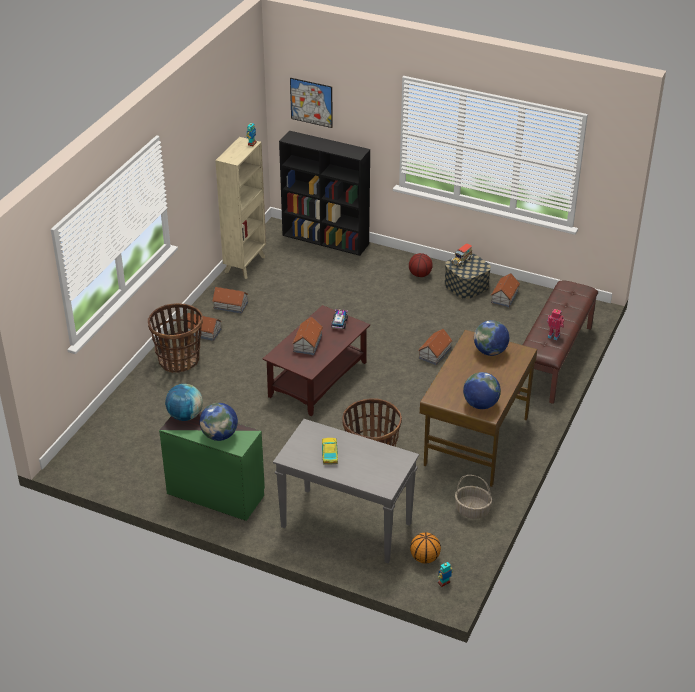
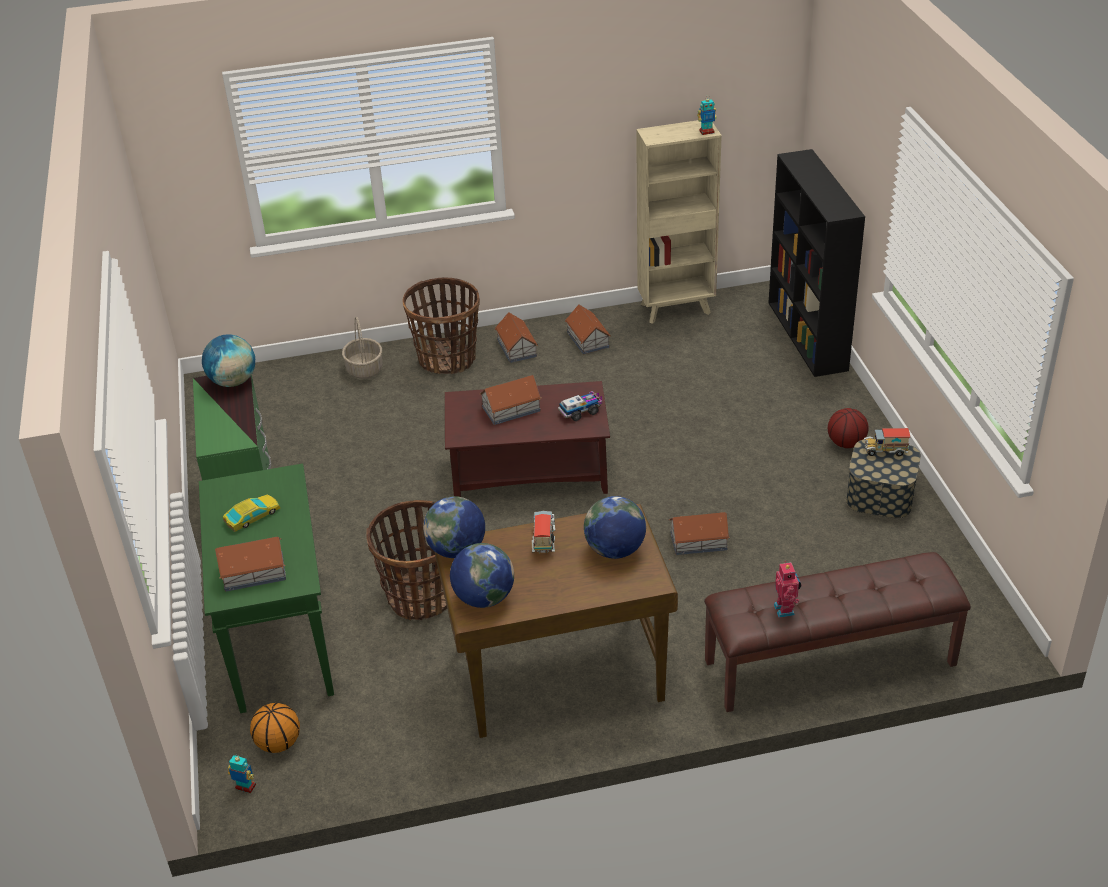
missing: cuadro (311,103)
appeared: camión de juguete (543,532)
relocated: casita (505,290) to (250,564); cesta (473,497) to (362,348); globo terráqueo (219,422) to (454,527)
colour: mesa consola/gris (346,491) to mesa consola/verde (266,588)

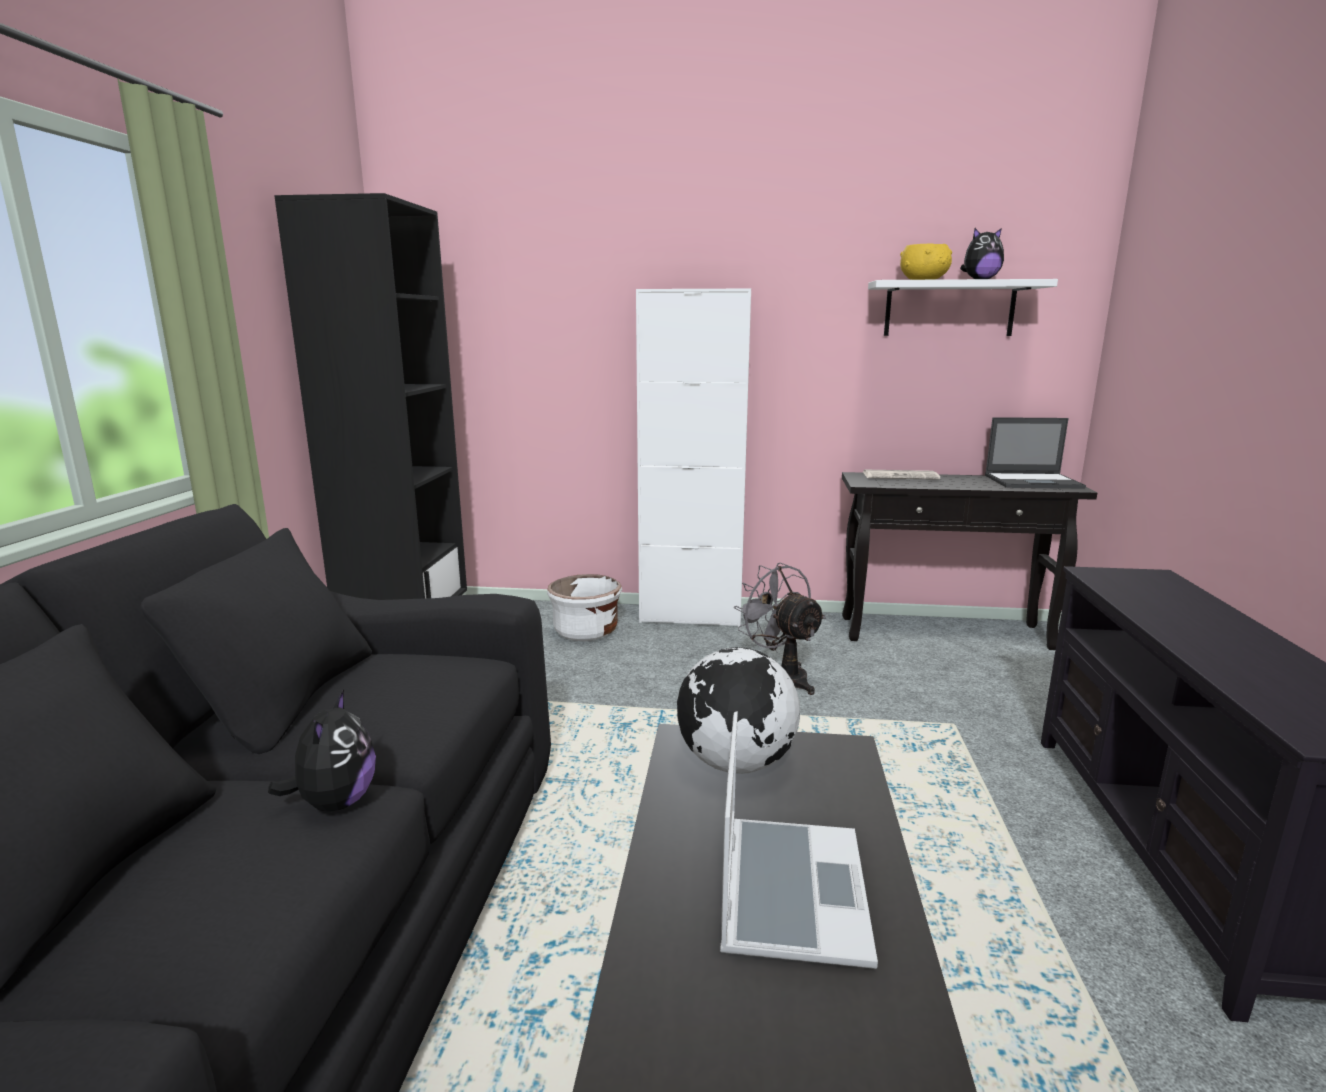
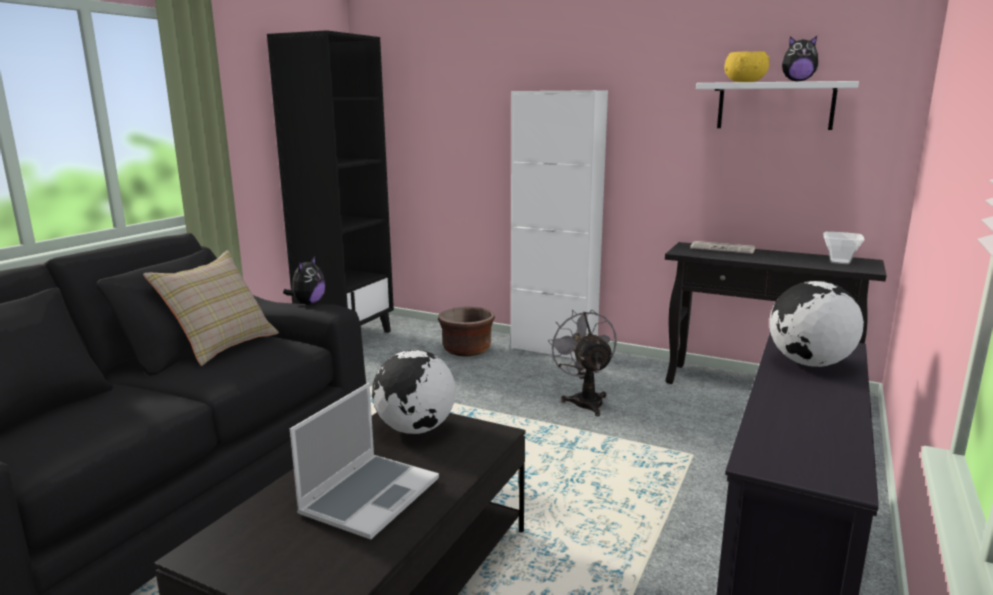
appeared: cojín/beis (211,308); globo terráqueo (817,324)
relocated: peluche (322,750) to (304,281)
exchanged: portátil (1035,453) to cuenco (844,248)
colour: maceta/blanco (584,607) to maceta/marrón (466,331)

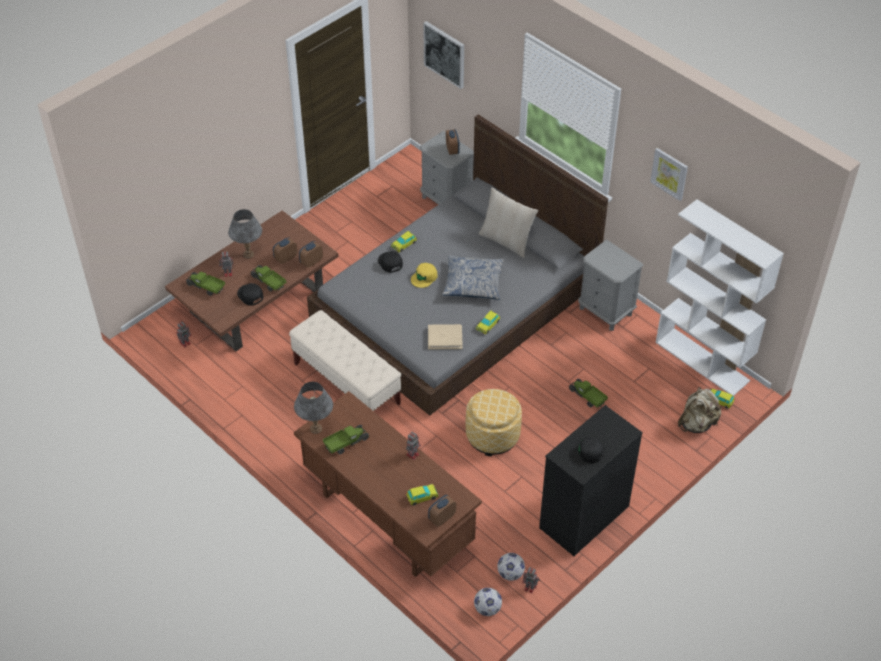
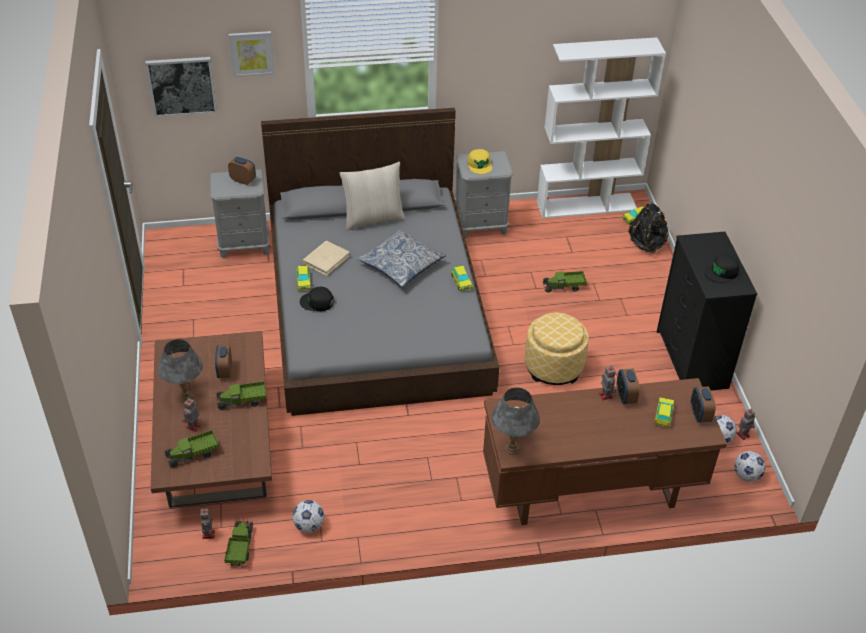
missing: gorra/negro (250,294); banco/beis (345,360)
appeared: balón de fútbol (308,516)
relocated: camión de juguete (346,439) to (238,543); cuadro (669,174) to (252,54); libro/beis (445,336) to (326,258); gorra/amarillo (424,275) to (479,161); despertador (311,254) to (628,386)
colour: mochila/beis (699,410) to mochila/negro (648,228)

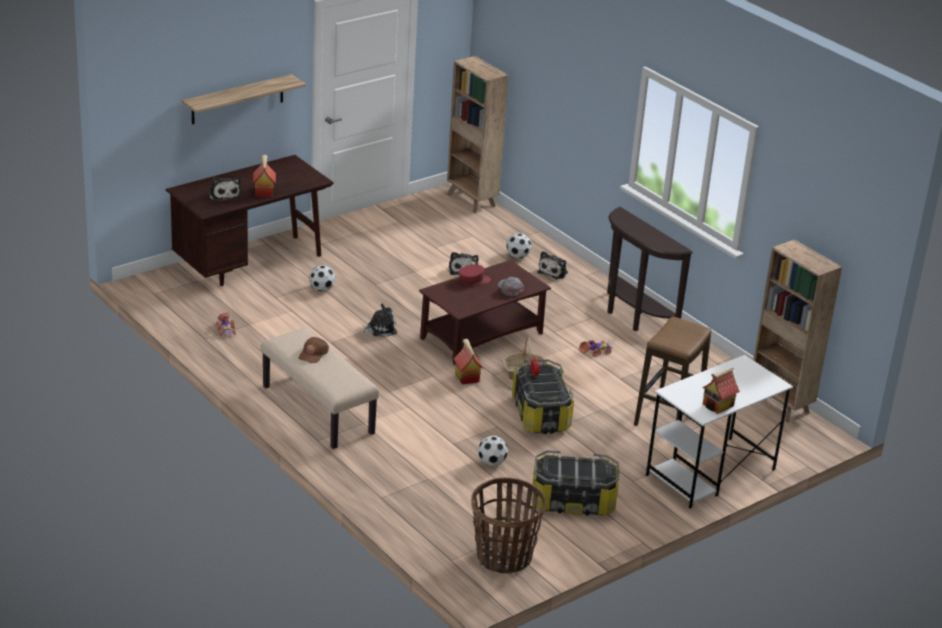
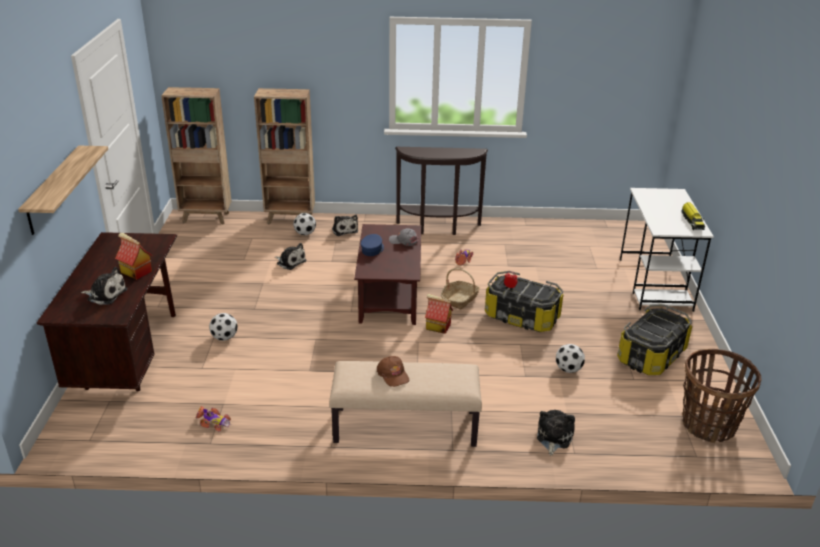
missing: taburete (673,371)
relocated: estantería/marrón (797,331) to (284,156); peluche (378,320) to (556,433)
exchanged: casita (721,391) to camión de juguete (693,216)
colour: gorra/rojo (475,275) to gorra/azul (372,245)

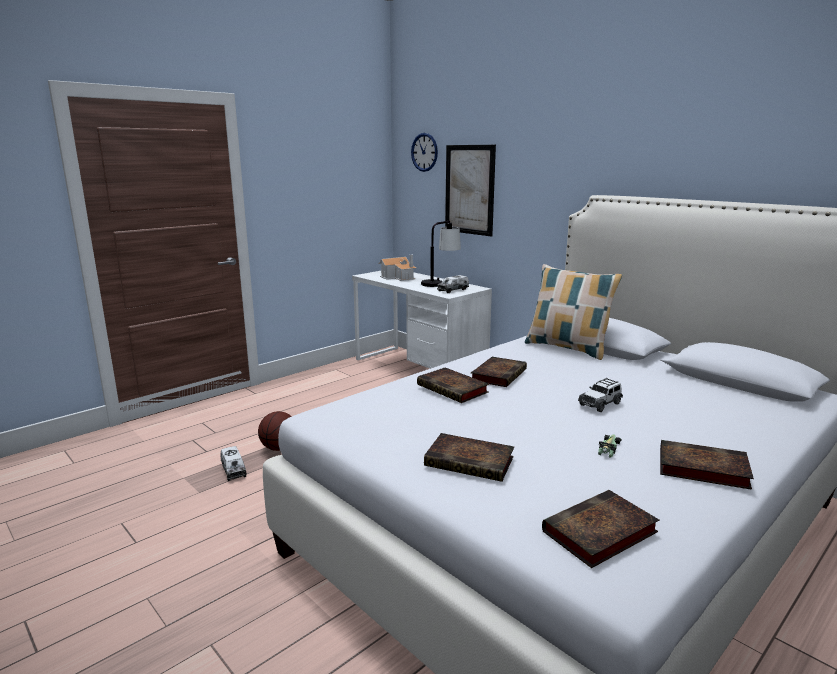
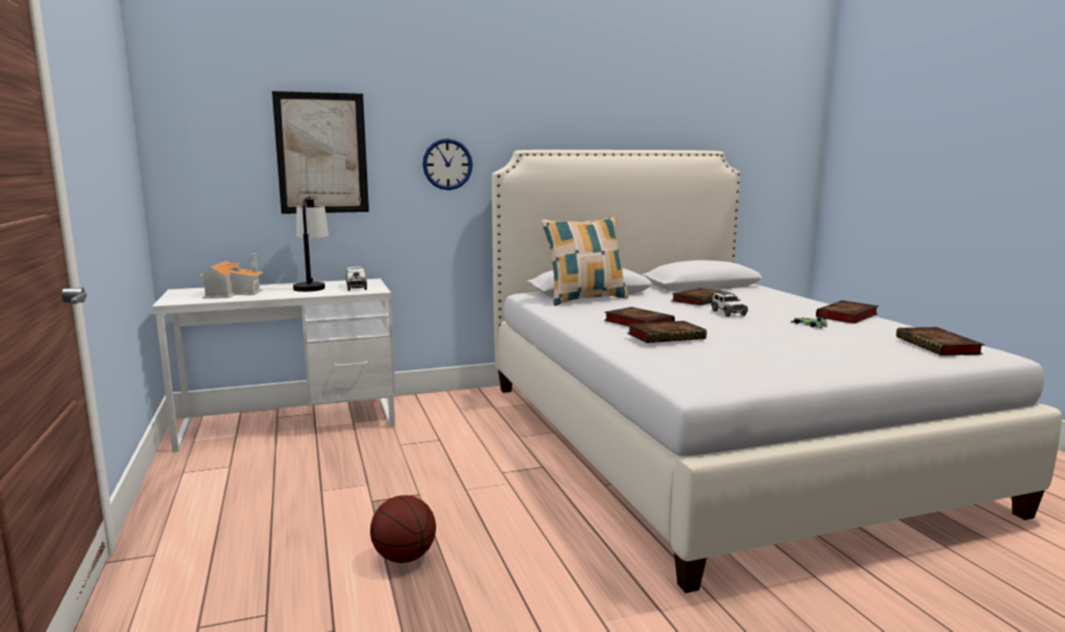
missing: camión de juguete (233,463)
relocated: reloj de pared (424,152) to (448,164); libro (469,457) to (698,297)

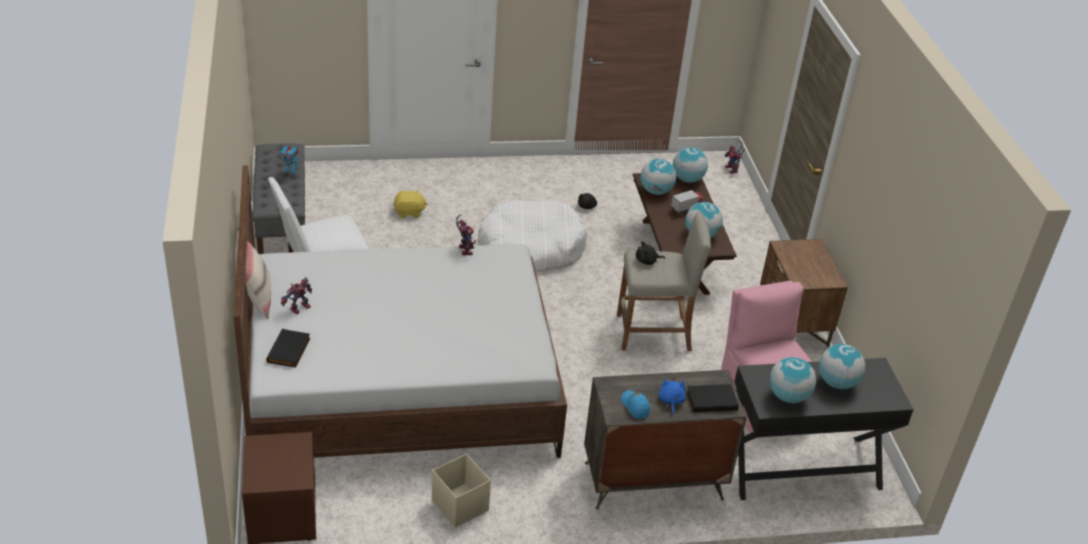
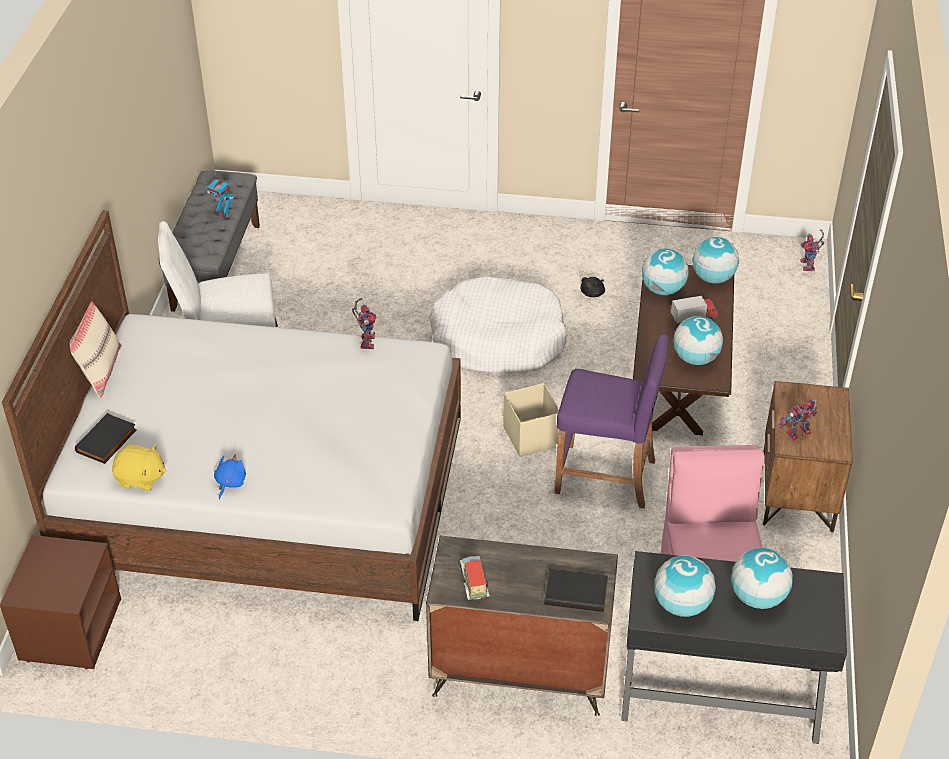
missing: peluche/negro (650,253)
relocated: peluche/amarillo (410,203) to (139,468); peluche/azul (672,396) to (230,477); caja de almacenaje/beis (461,491) to (531,420); robot de juguete (296,295) to (797,419)
exchanged: gorra/azul (635,404) to camión de juguete (474,578)
colour: taburete/beis (664,281) to taburete/morado (611,421)

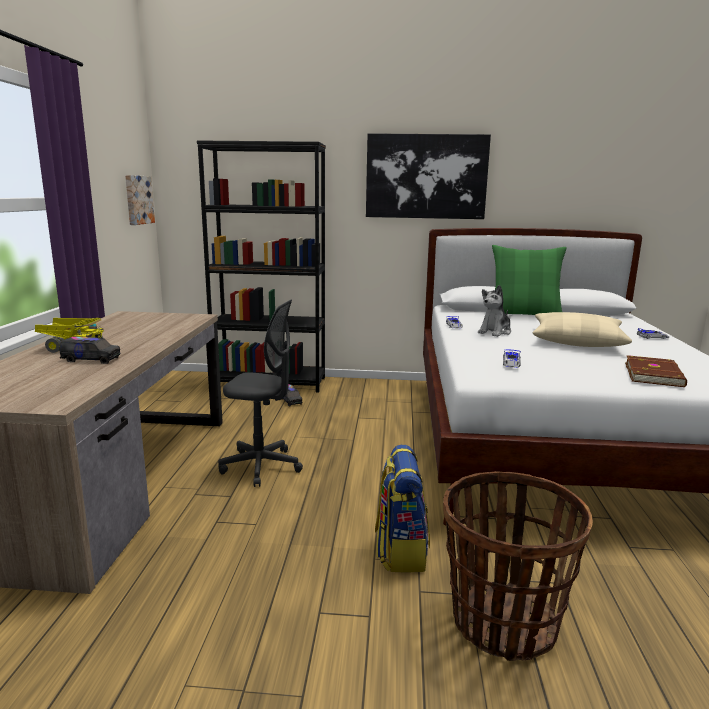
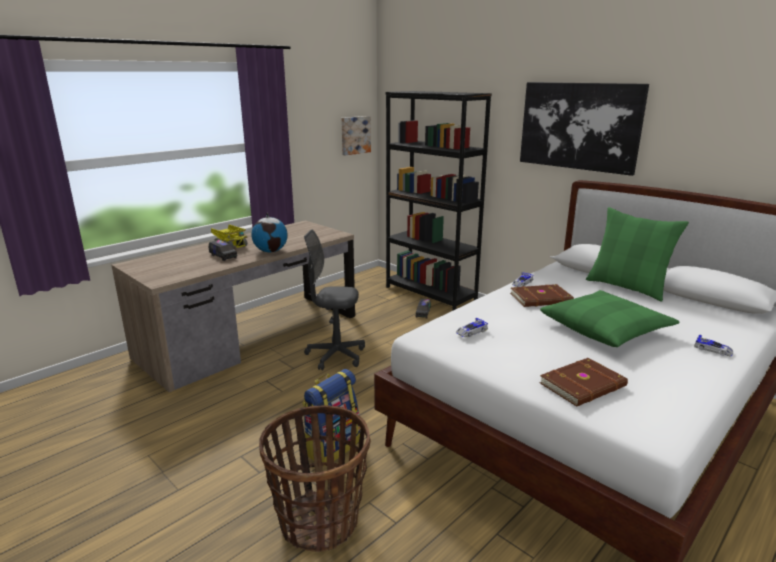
appeared: globo terráqueo (269,232)
exchanged: peluche (494,311) to libro/marrón (542,295)
colour: cojín/beis (582,329) to cojín/verde (609,318)
spun: silla de oficina/gris (260,393) = (334,300) 135 degrees clockwise

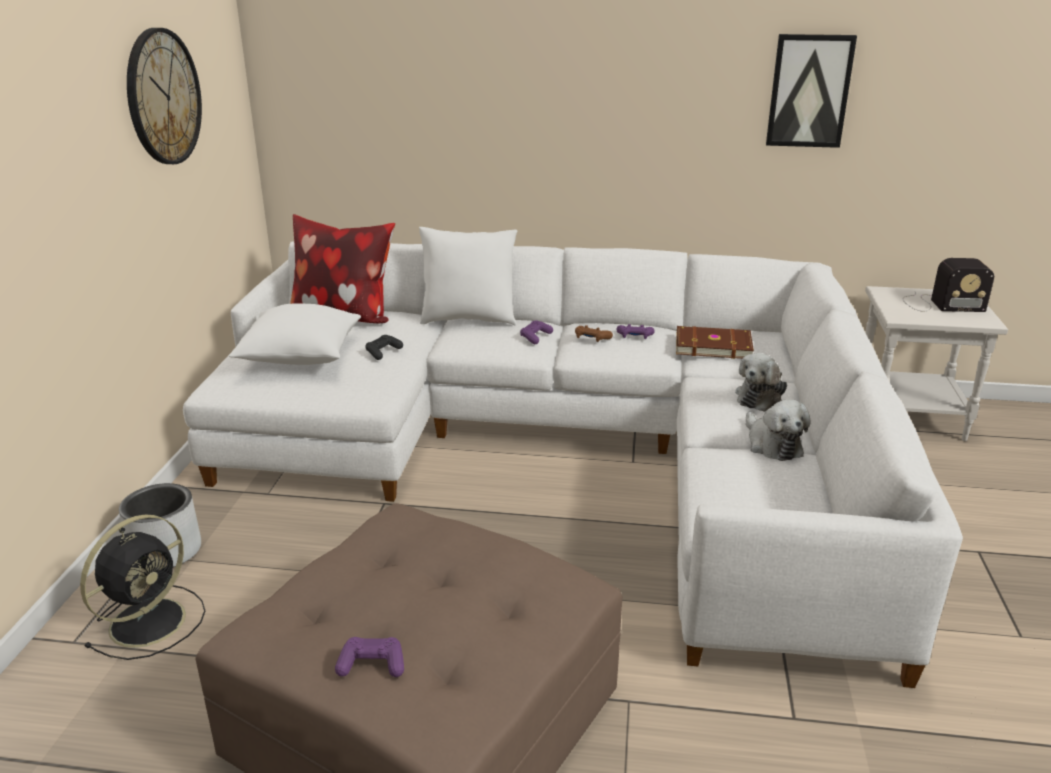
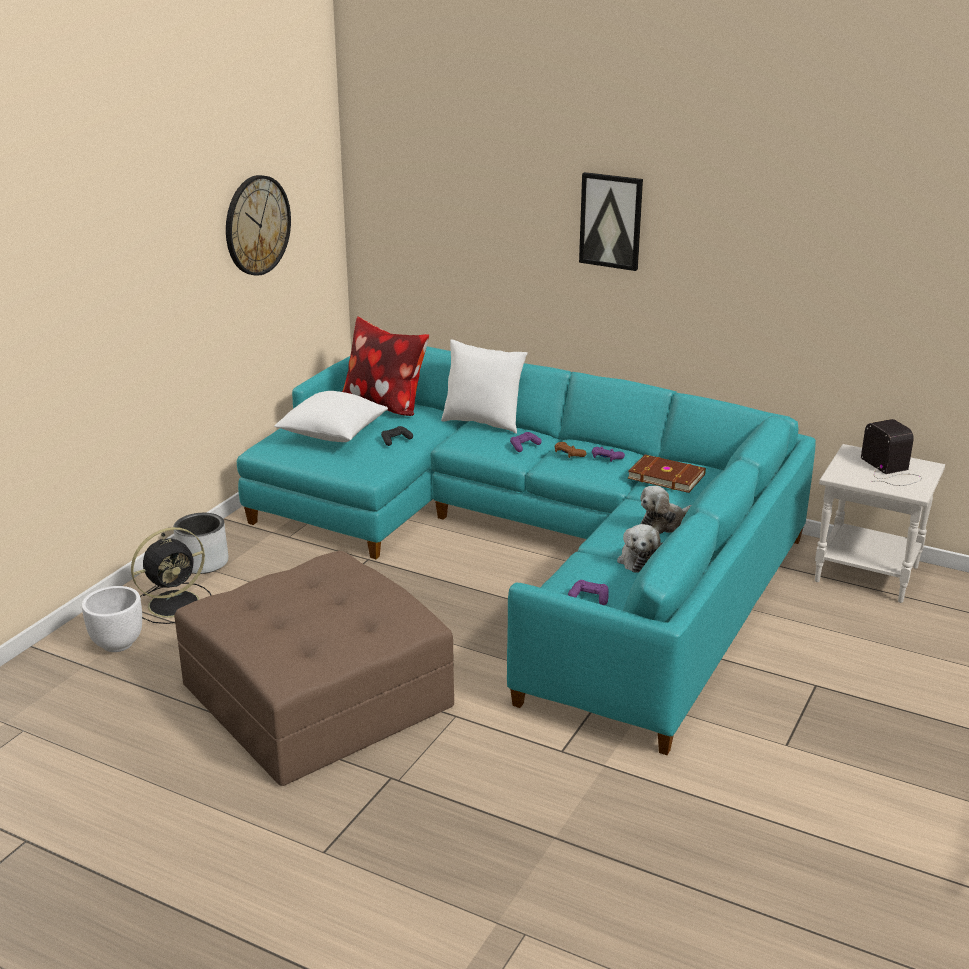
appeared: maceta/blanco (112,619)
relocated: mando de consola/morado (369,657) to (588,592); cuadro (811,91) to (611,221)
colour: sofá/blanco (573,464) to sofá/turquesa (526,550)
spun: radio (948,285) = (891,452) 135 degrees counterclockwise

